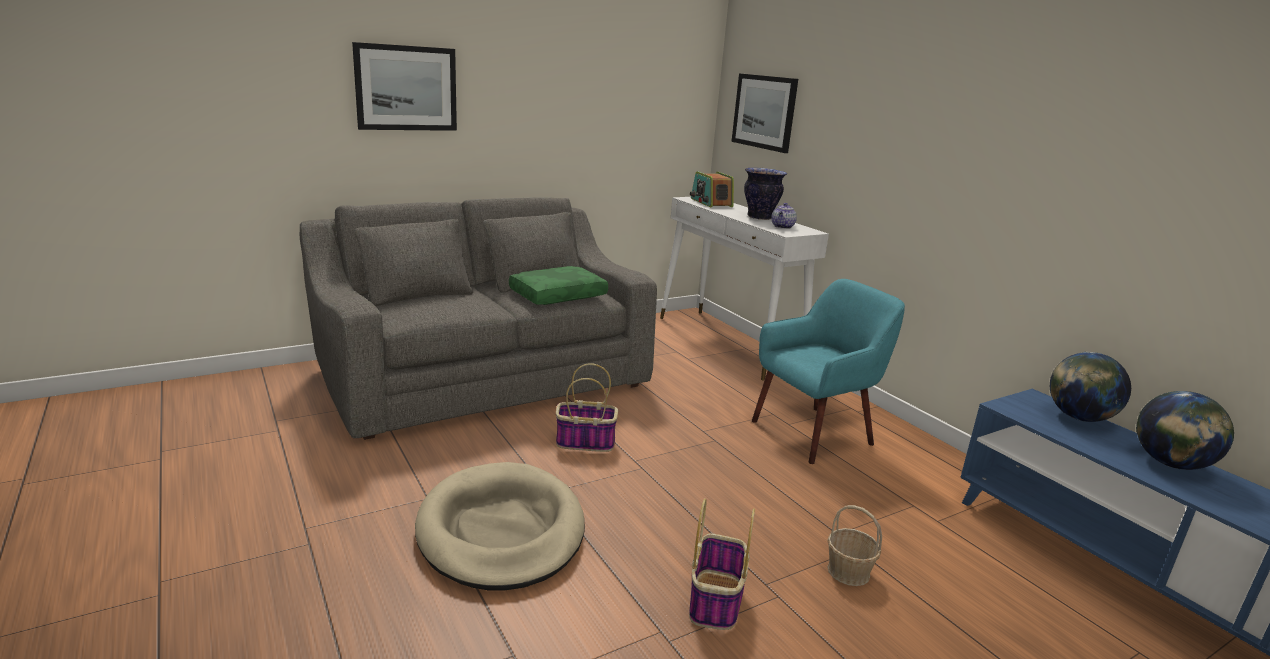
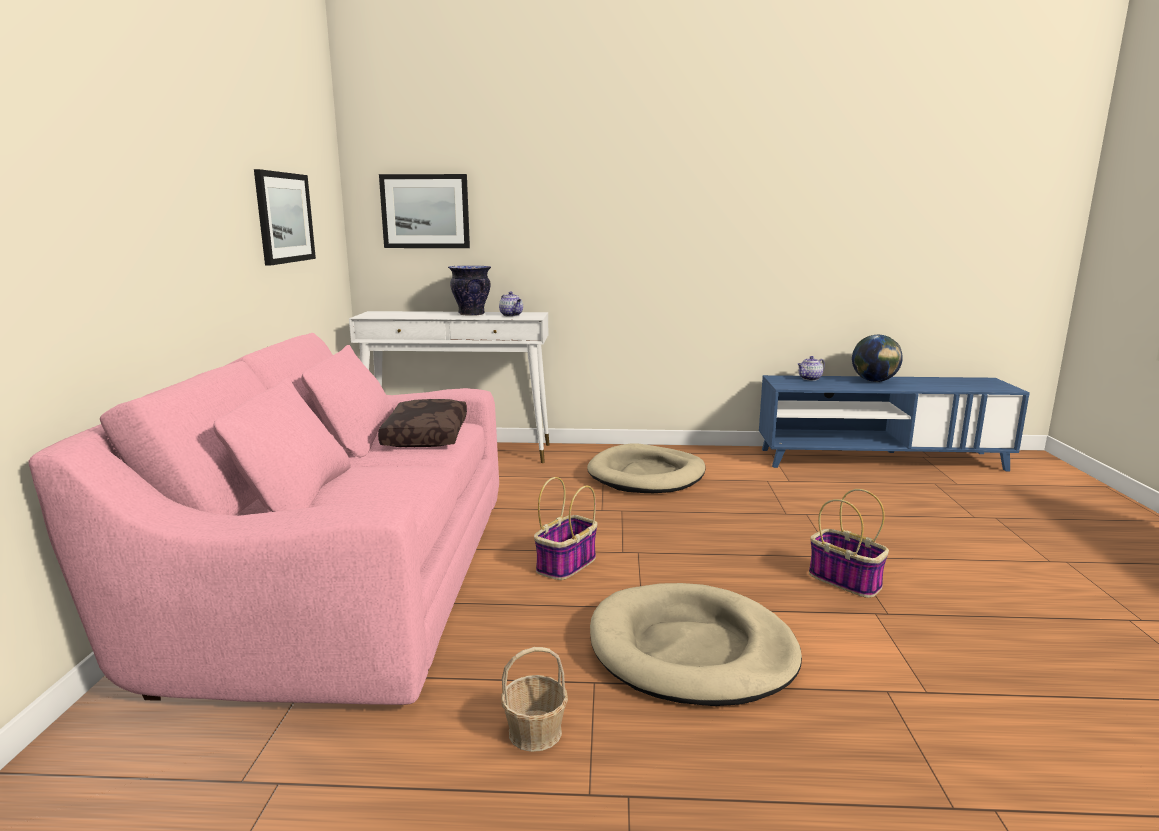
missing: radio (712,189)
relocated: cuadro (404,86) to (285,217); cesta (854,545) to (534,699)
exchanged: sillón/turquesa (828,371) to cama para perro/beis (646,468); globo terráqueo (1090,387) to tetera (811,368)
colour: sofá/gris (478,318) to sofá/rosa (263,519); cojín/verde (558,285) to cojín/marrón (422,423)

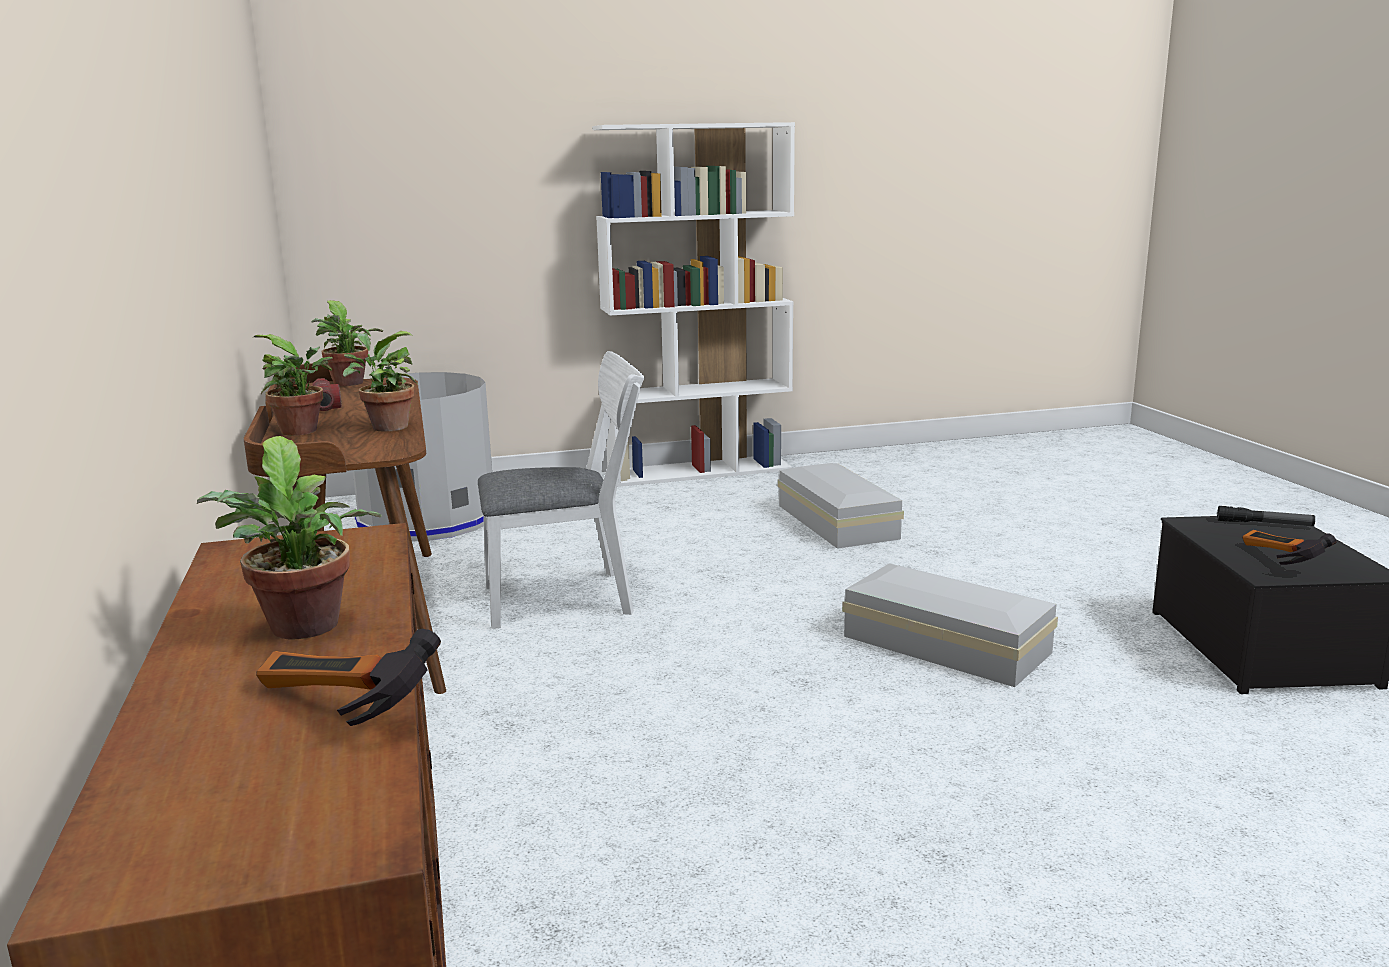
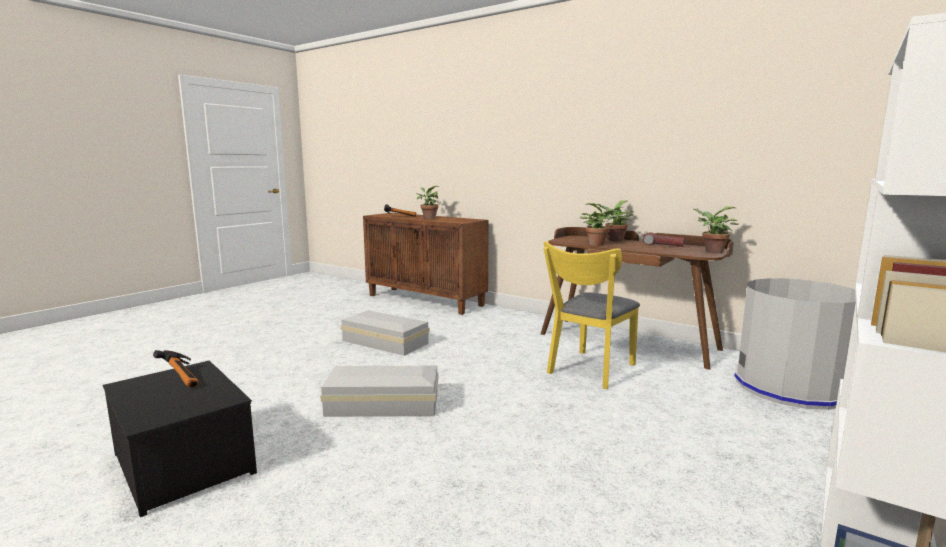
missing: linterna (1266,516)
relocated: caja de almacenaje/blanco (841,506) to (385,333)
colour: silla/blanco (561,490) to silla/amarillo (592,315)

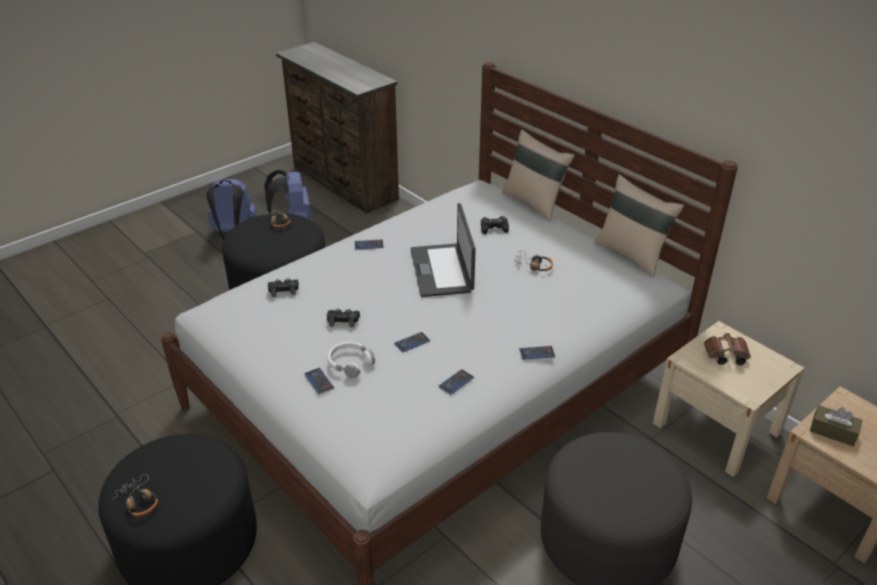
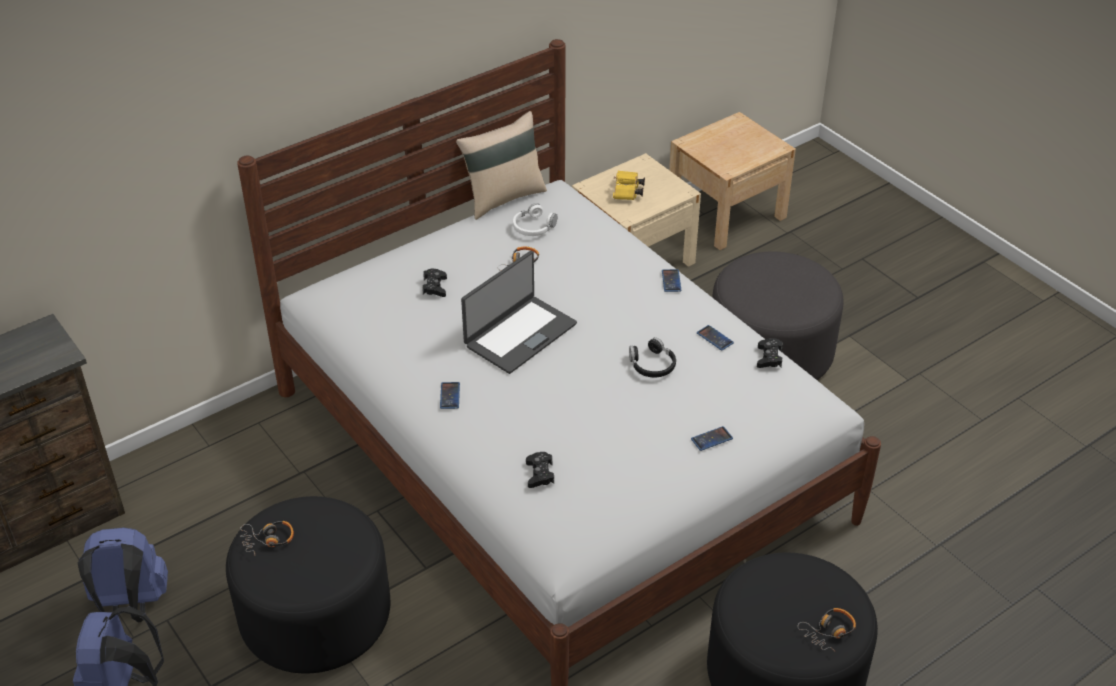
missing: cojín/beis (538,175); caja de pañuelos/marrón (836,425)
relocated: auriculares/blanco (351,360) to (535,219); mando de consola/negro (343,318) to (770,353)
exchanged: móvil (412,342) to auriculares/negro (652,357)
colour: prismáticos/marrón (727,349) to prismáticos/amarillo (629,185)
spun: portátil (443,250) = (519,312) 45 degrees counterclockwise

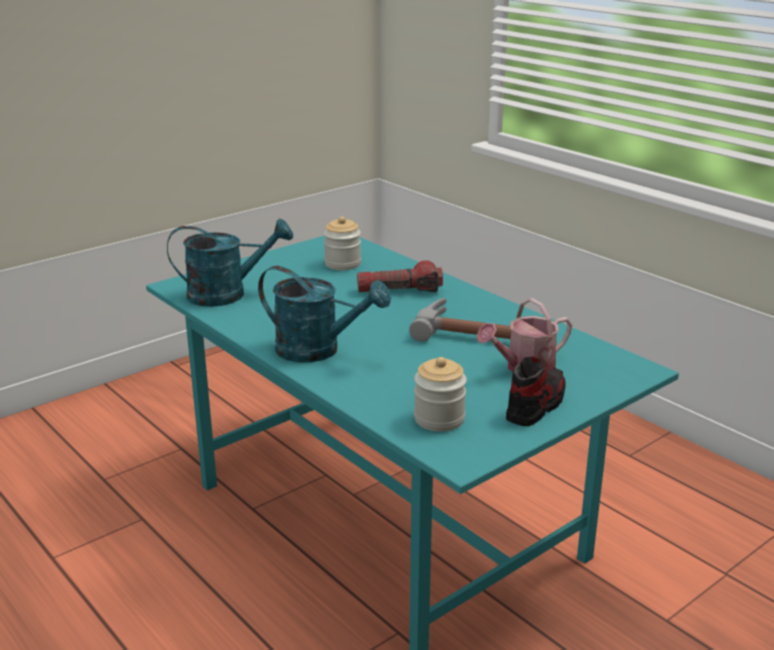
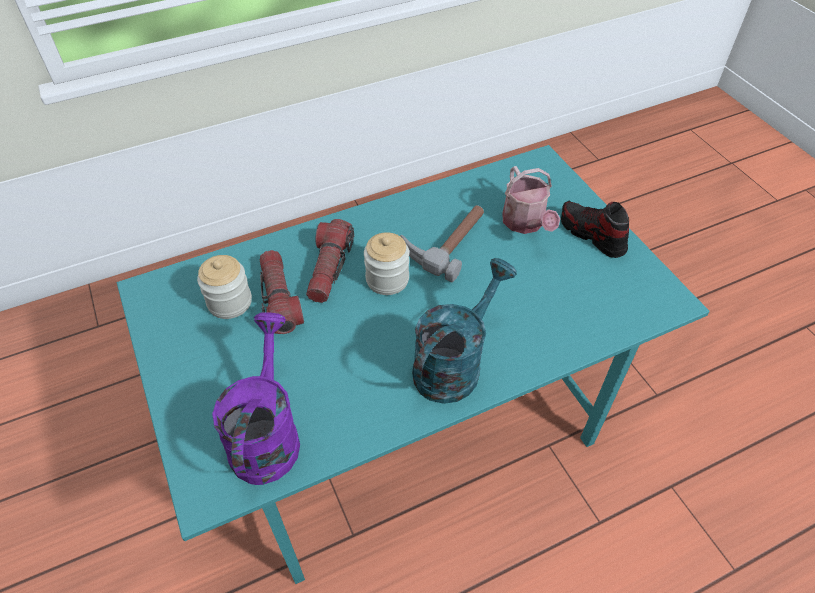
appeared: linterna (282,292)
relocated: tarro (440,394) to (386,263)
colour: regadera/turquesa (230,263) to regadera/morado (256,398)

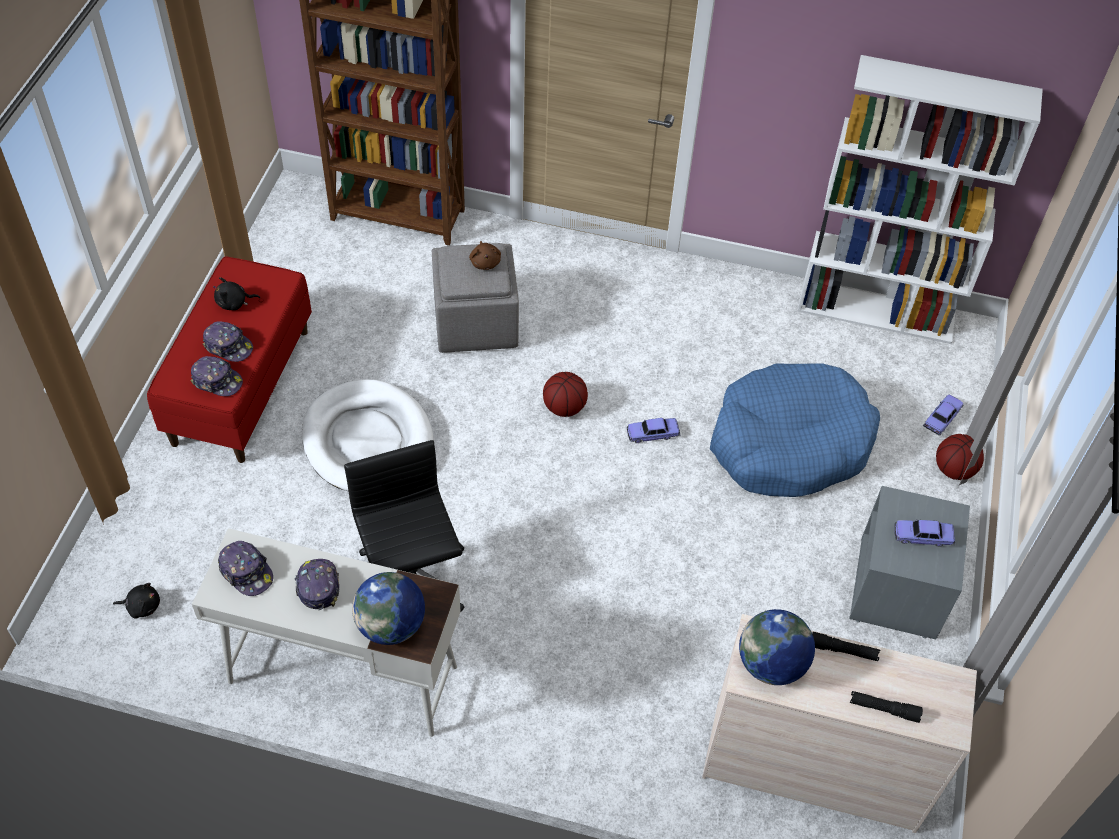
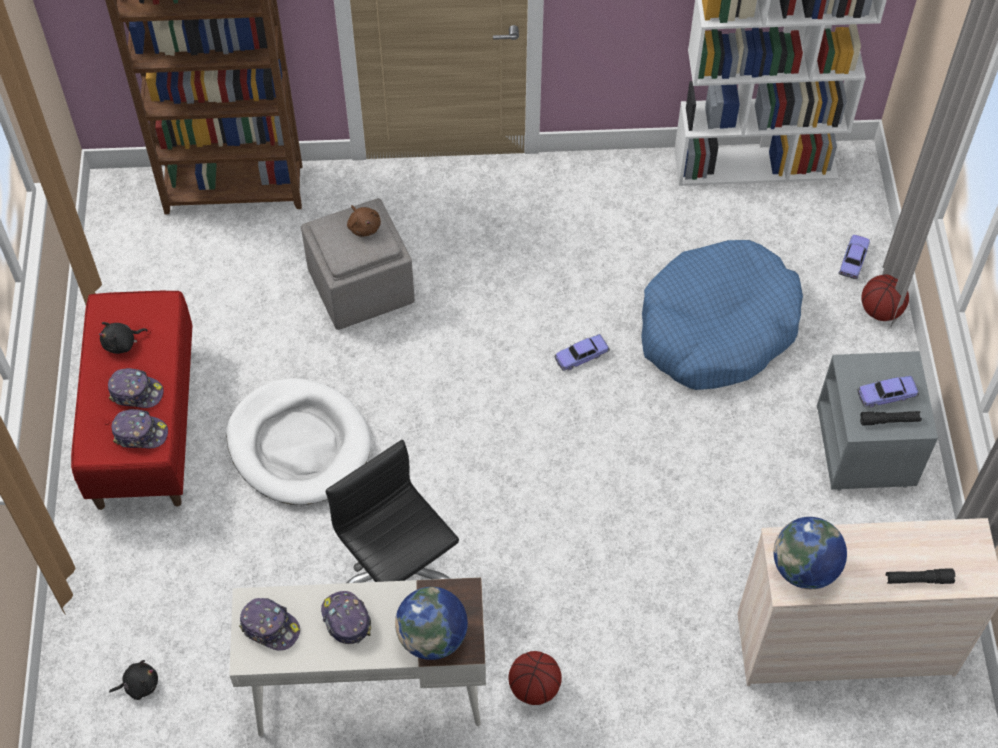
relocated: balón de baloncesto (565,394) to (535,678); linterna/negro (846,646) to (891,418)

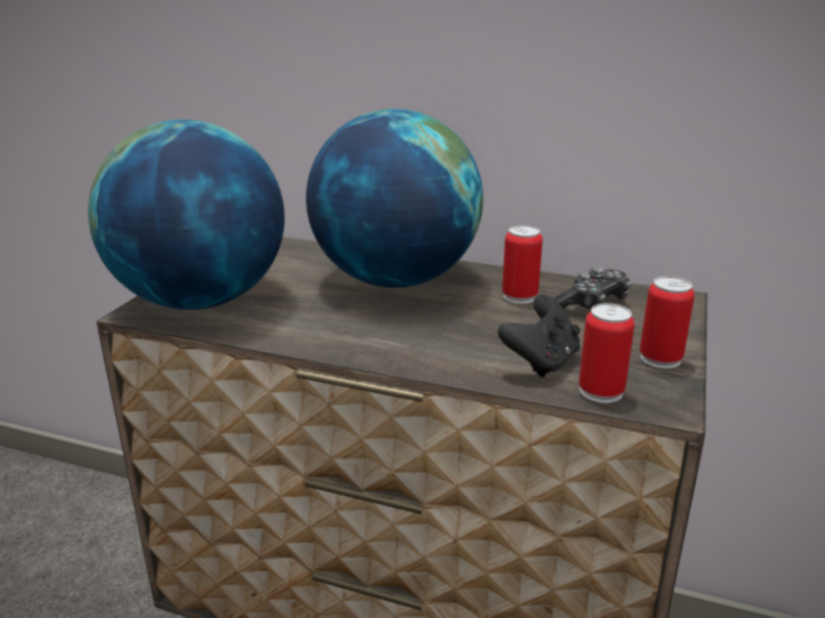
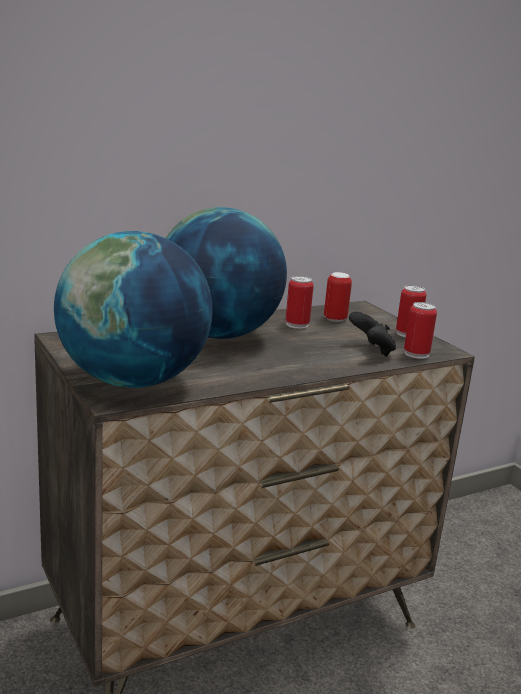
exchanged: mando de consola (593,288) to lata (338,297)

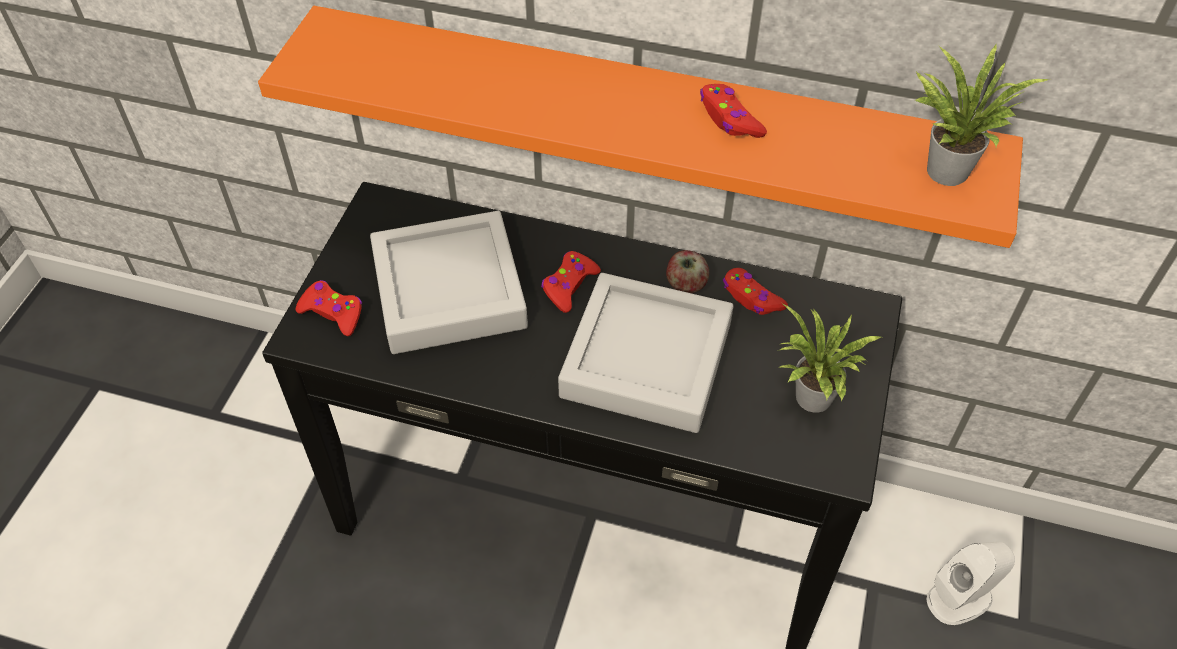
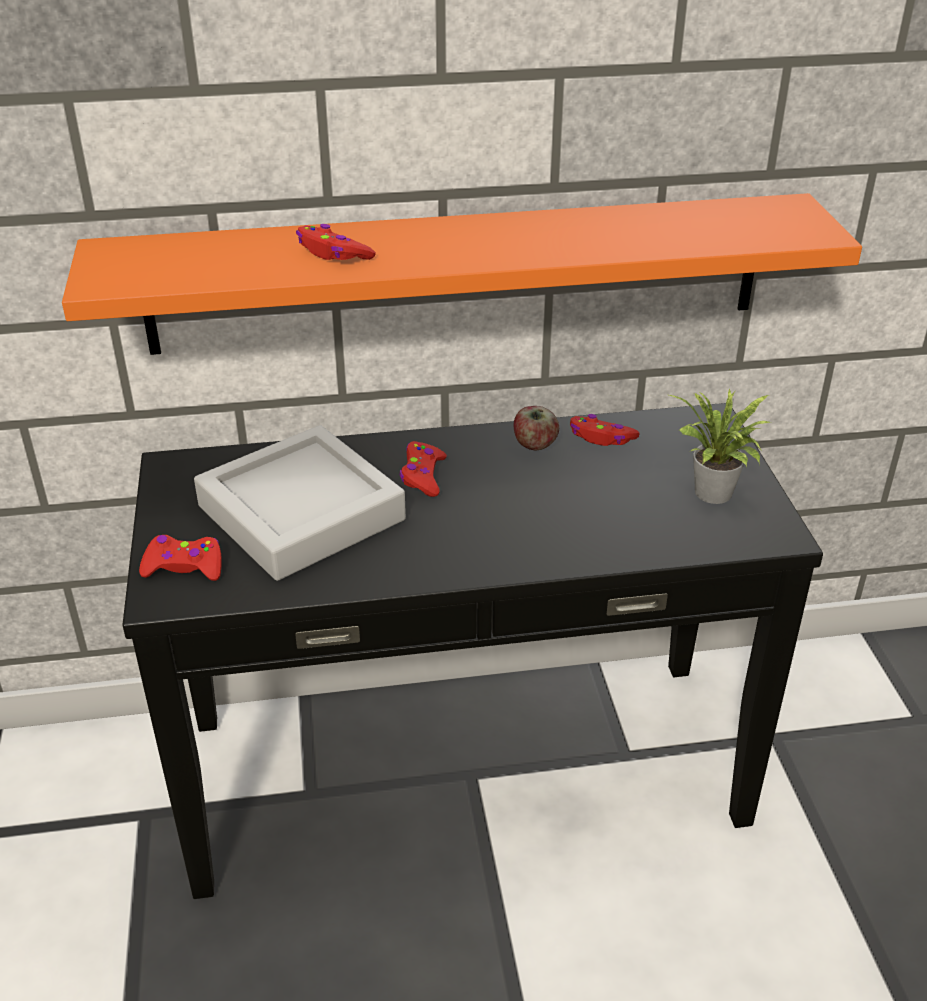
missing: bandeja/gris (645,353); planta en maceta (982,115); altavoz/blanco (970,583)
relocated: mando de consola/rojo (733,111) to (336,242)

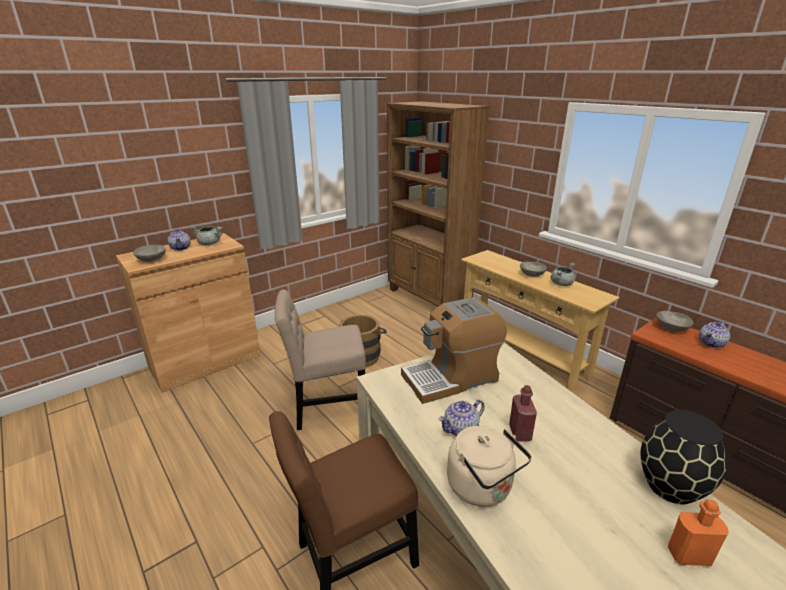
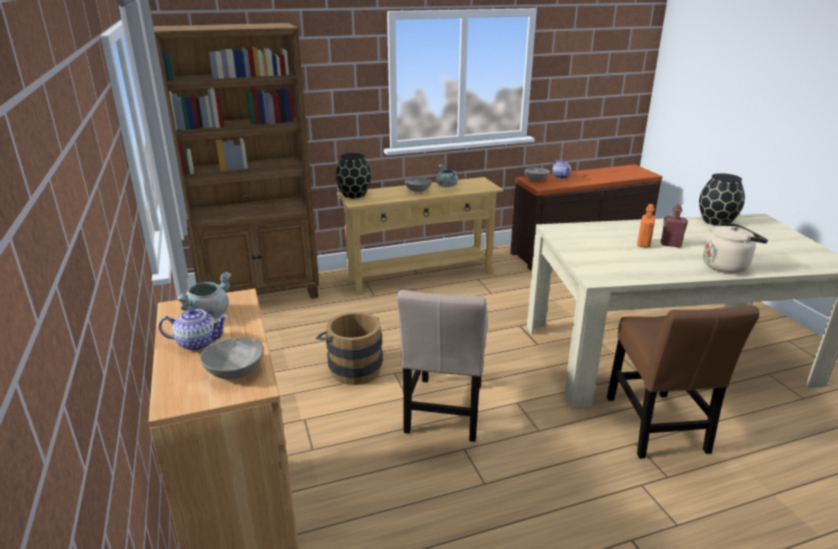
missing: cafetera (454,350); tetera (461,418)
appeared: florero/negro (353,175)
relocated: botella/naranja (698,533) to (646,226)

